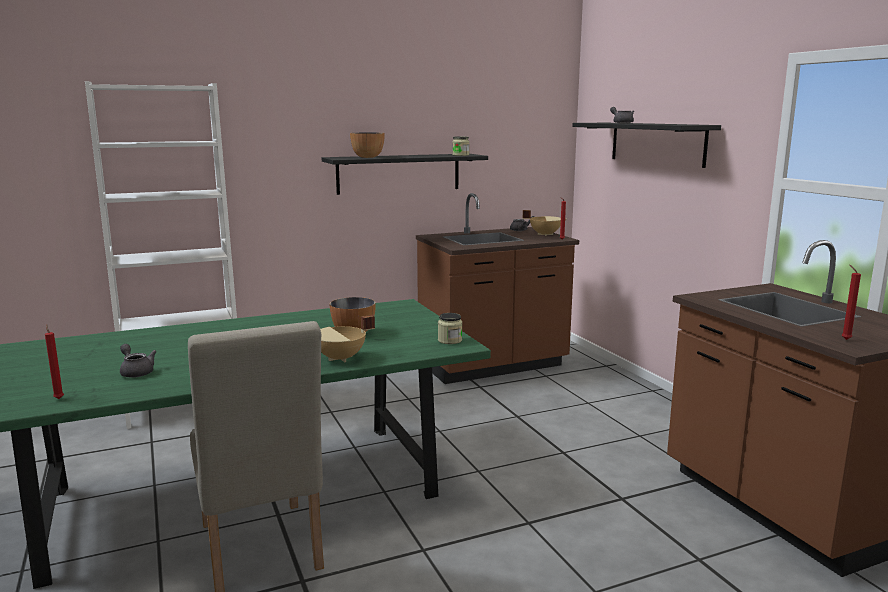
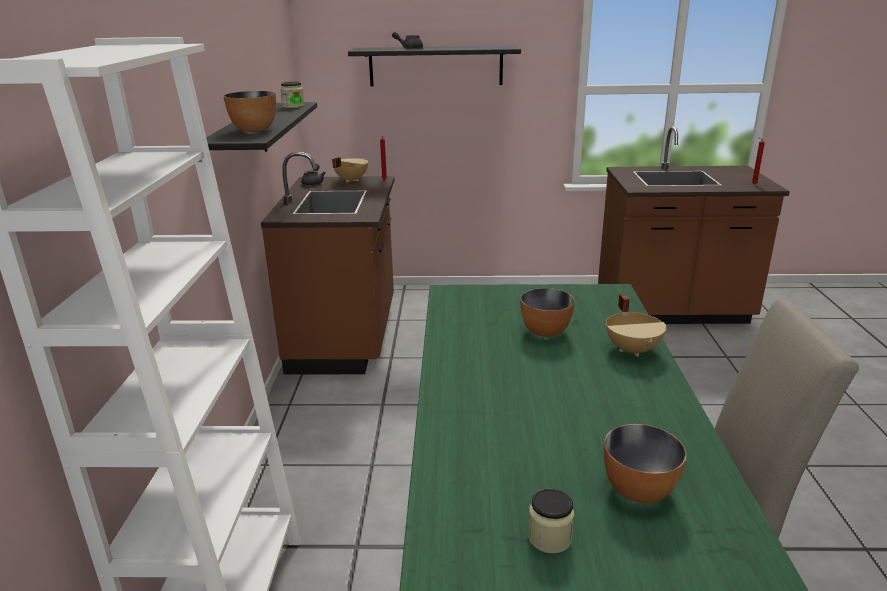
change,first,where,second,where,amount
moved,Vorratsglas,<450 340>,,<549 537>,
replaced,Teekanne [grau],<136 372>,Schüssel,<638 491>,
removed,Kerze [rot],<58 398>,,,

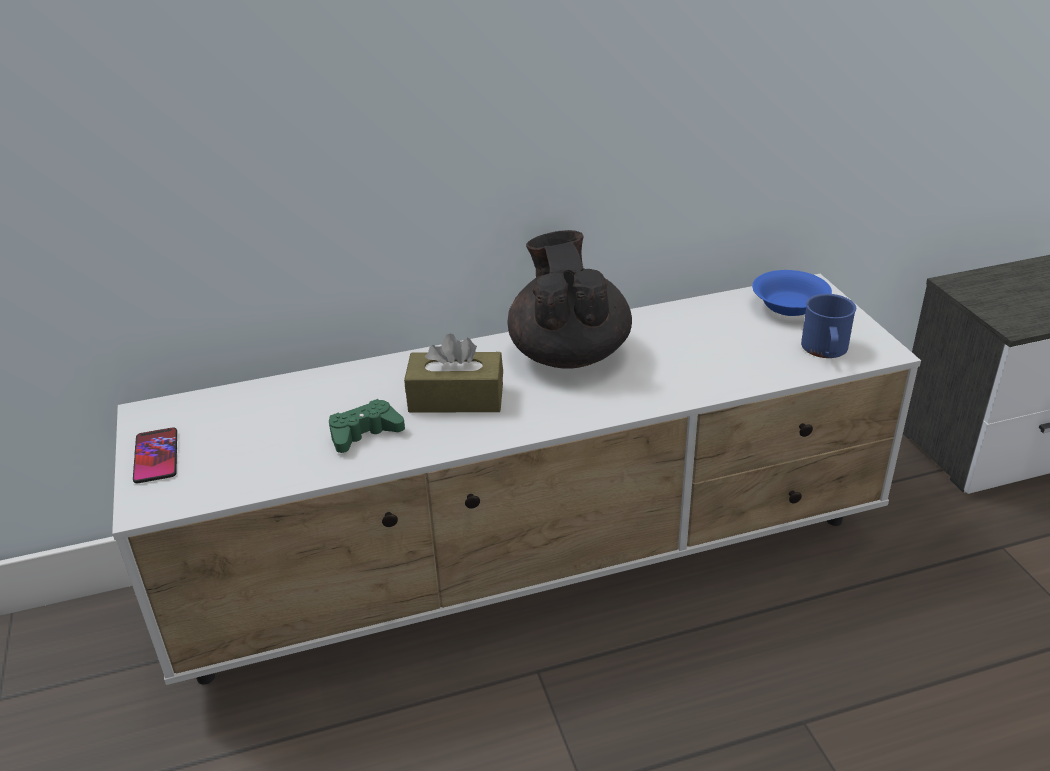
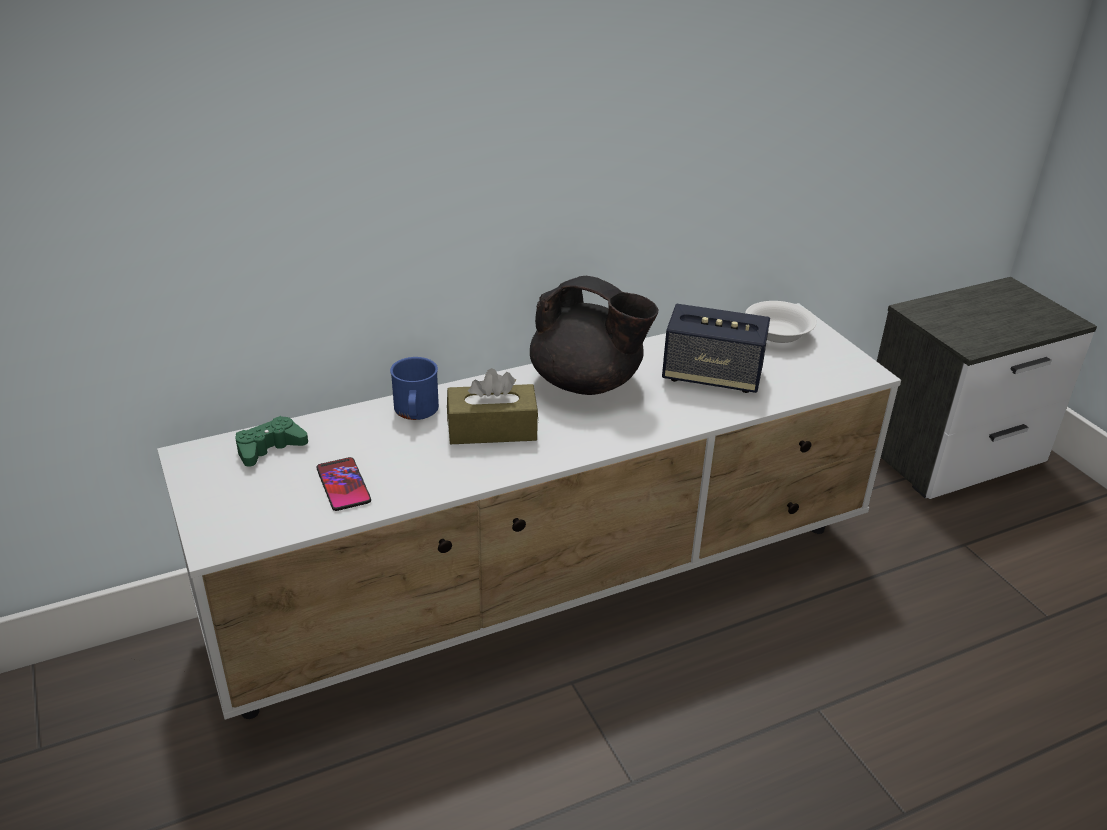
change,first,where,second,where,amount
moved,Gamepad [grün],<364 433>,,<269 448>,
moved,Handy,<156 456>,,<343 485>,
moved,Henkelbecher [blau],<825 350>,,<415 412>,
turned,Teekanne [schwarz],<568 353>,,<587 383>,135 degrees clockwise
added,,,Lautsprecher,<712 376>,
recoloured,Schüssel [blau],<788 307>,Schüssel [weiß],<777 335>,

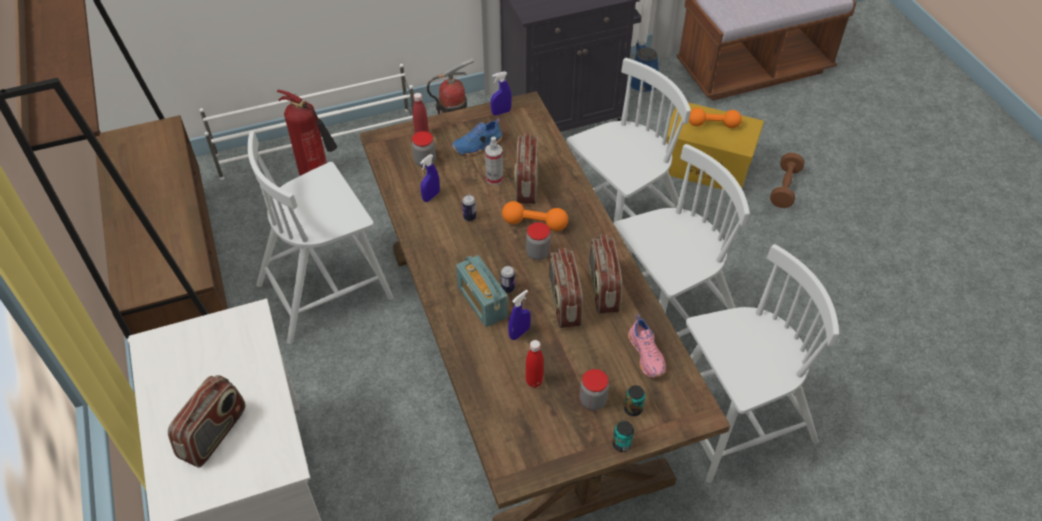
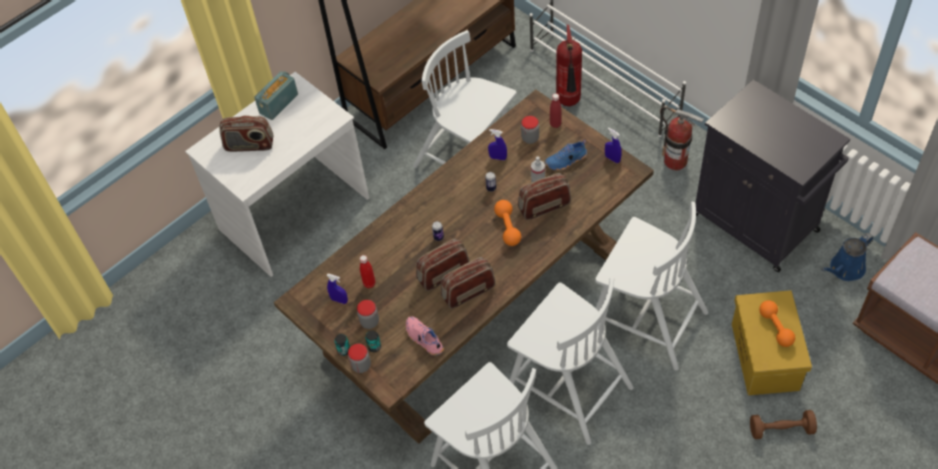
change,first,where,second,where,amount
moved,Radio,<482 302>,,<278 104>,
moved,Sprühflasche [blau],<519 333>,,<339 300>,
moved,Vorratsglas,<538 253>,,<361 365>,
turned,Schuh [rosa],<647 354>,,<423 339>,90 degrees clockwise
turned,Schuh [blau],<478 146>,,<566 161>,60 degrees counterclockwise

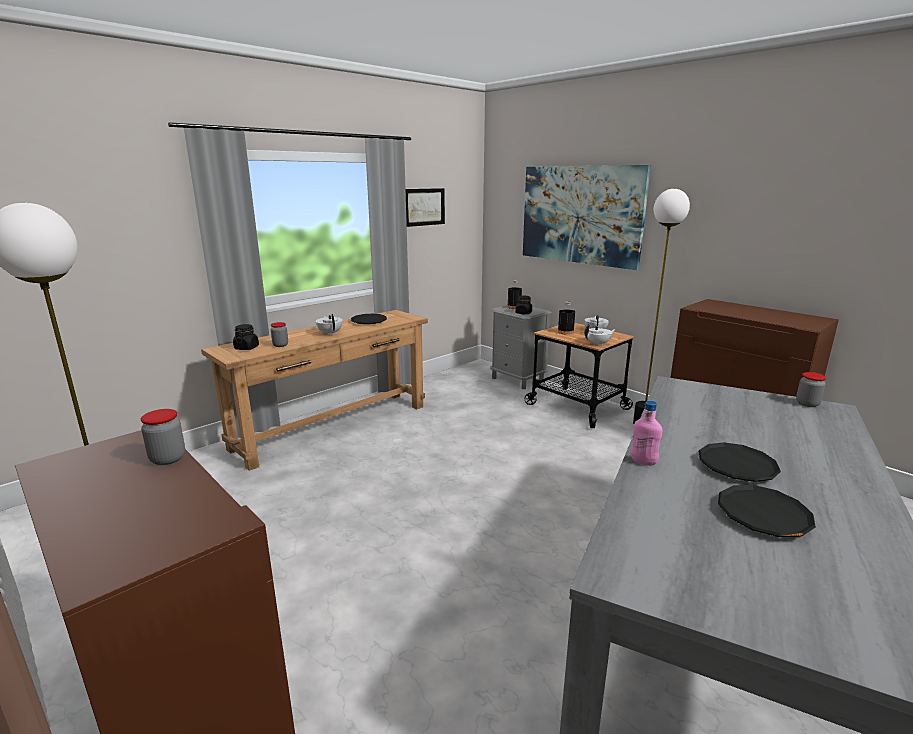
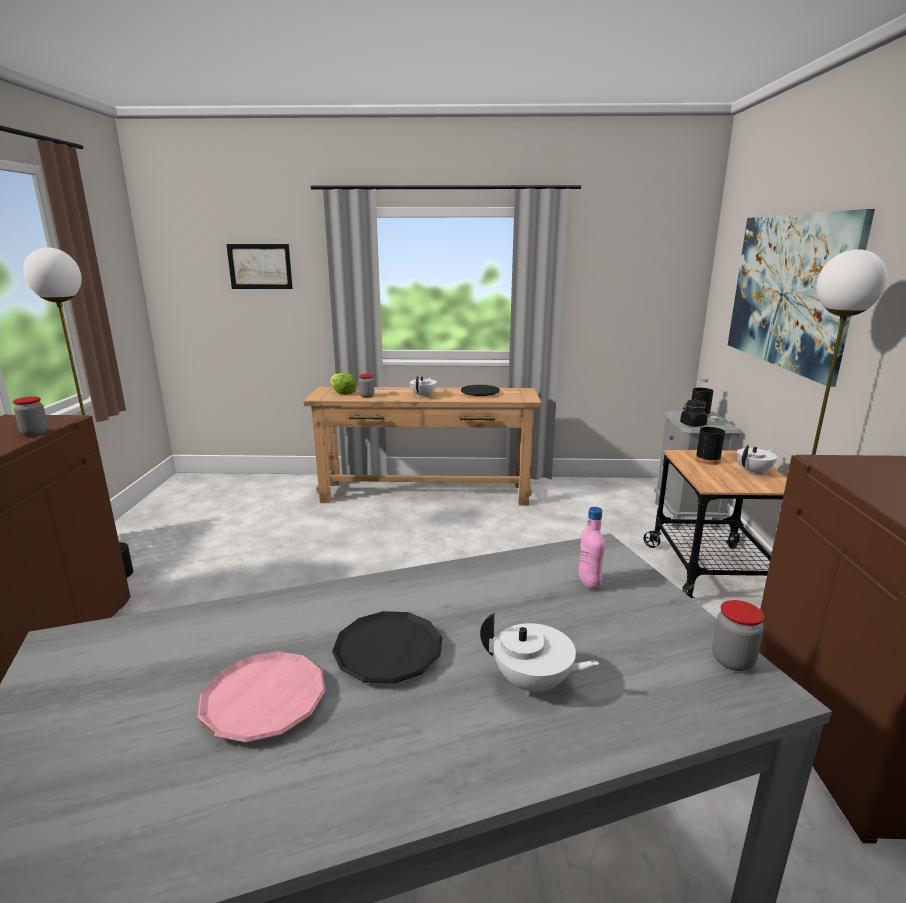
change,first,where,second,where,amount
recoloured,Teller [schwarz],<763 516>,Teller [rosa],<264 702>,
moved,Bild,<424 207>,,<260 266>,
replaced,Vorratsglas [schwarz],<246 348>,Salatkopf,<342 392>,
moved,Teekanne [weiß],<598 344>,,<533 683>,
moved,Flasche [rosa],<643 462>,,<589 583>,

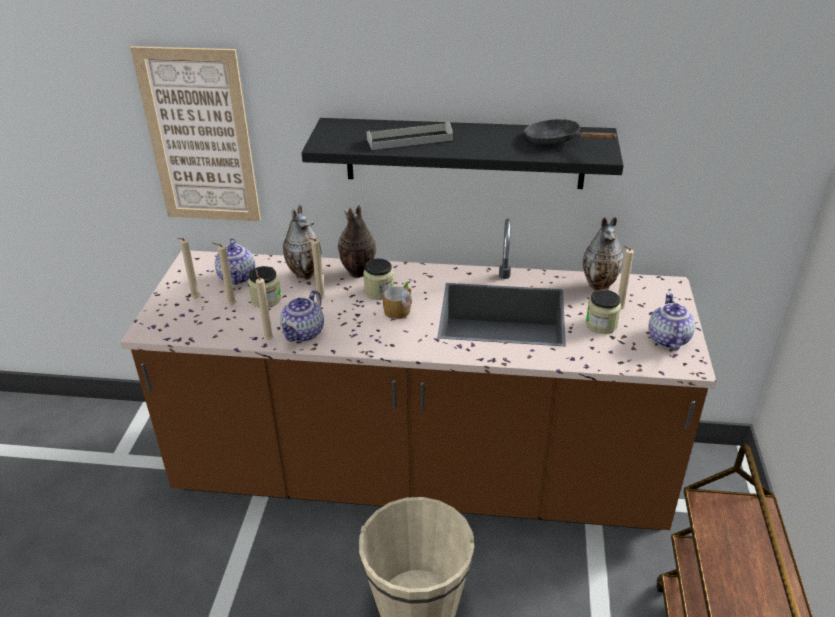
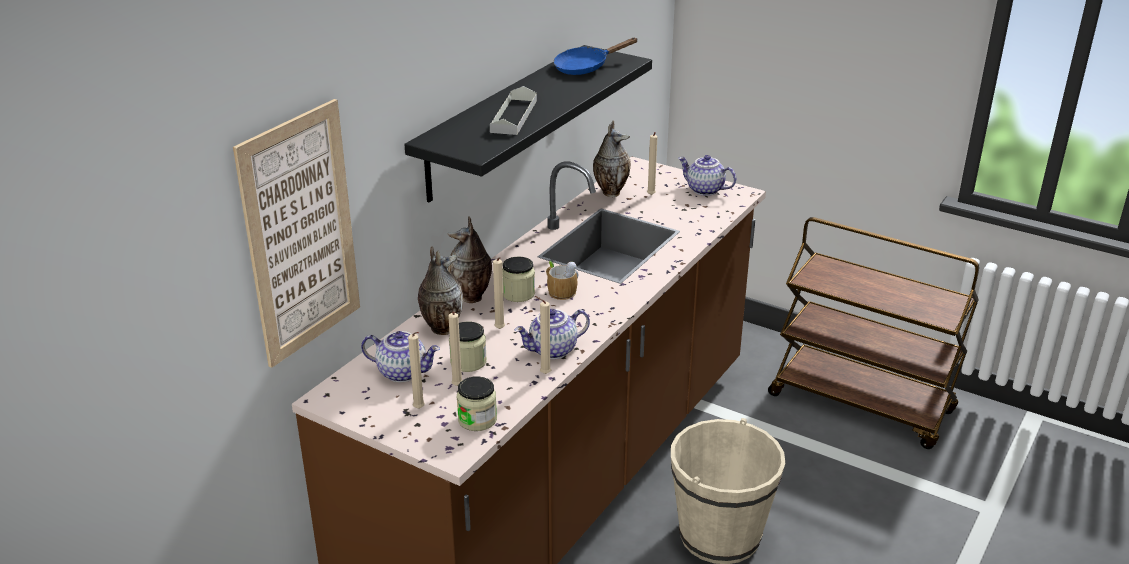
change,first,where,second,where,amount
moved,Vorratsglas,<601 324>,,<477 419>,
turned,Teekanne,<304 333>,,<553 351>,105 degrees clockwise
recoloured,Pfanne [schwarz],<557 141>,Pfanne [blau],<586 67>,

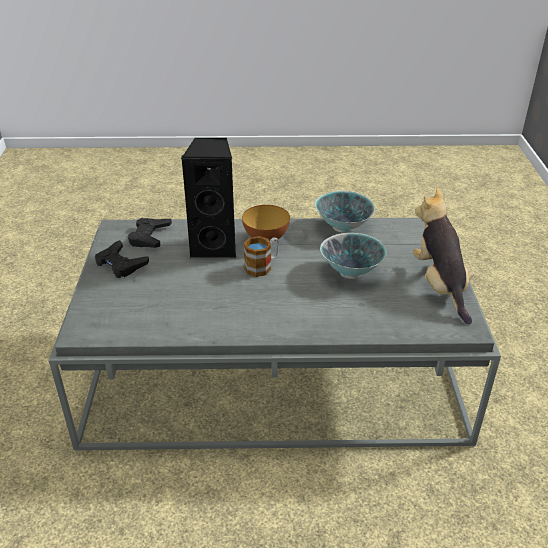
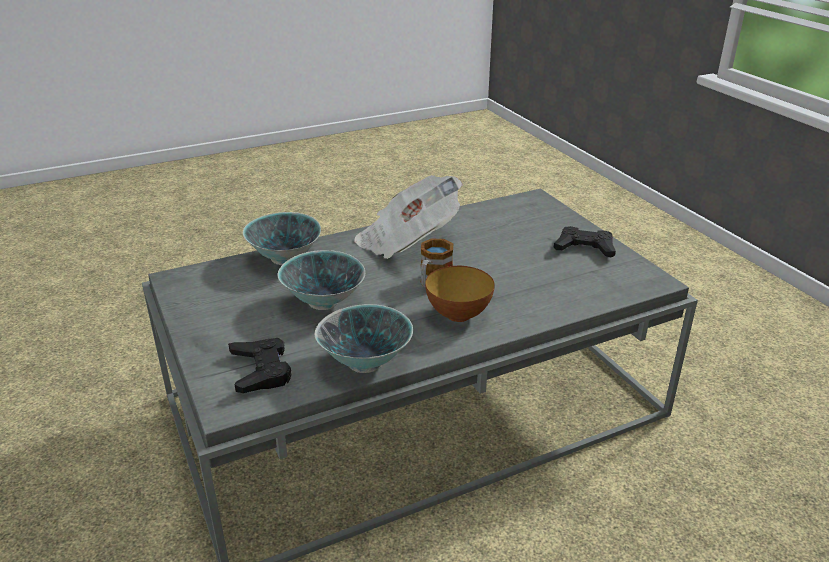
change,first,where,second,where,amount
moved,Gamepad [schwarz],<149 236>,,<261 370>,
added,,,Schüssel,<284 258>,
added,,,Zeitung,<407 241>,
removed,Lautsprecher [schwarz],<215 246>,,,
removed,Plüschtier,<439 285>,,,

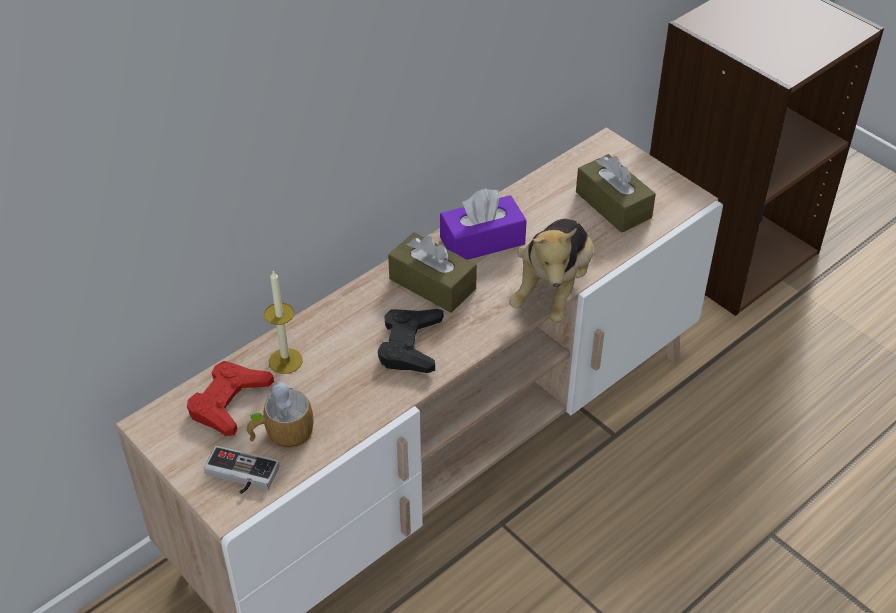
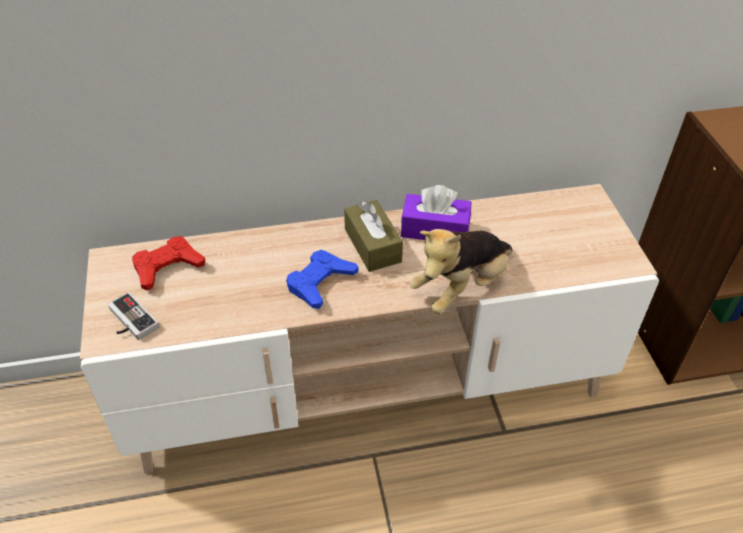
change,first,where,second,where,amount
recoloured,Gamepad [schwarz],<410 345>,Gamepad [blau],<320 282>,
removed,Henkelbecher,<281 433>,,,
removed,Kerze,<285 361>,,,
removed,Taschentuchbox [braun],<613 205>,,,

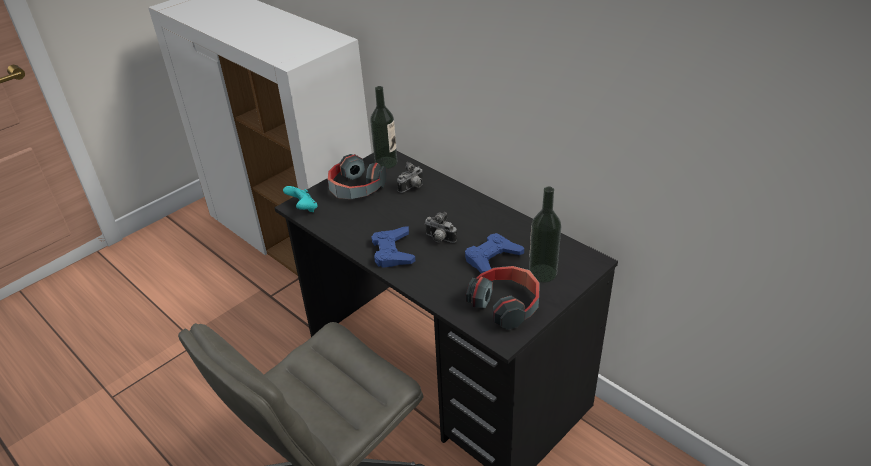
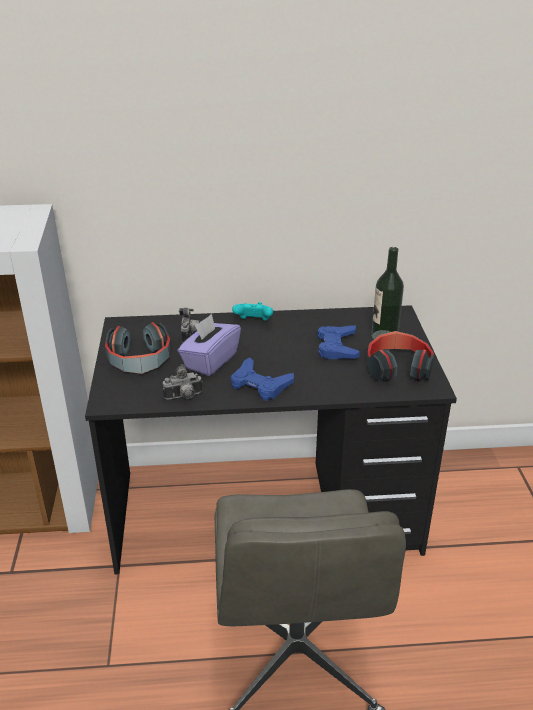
change,first,where,second,where,amount
moved,Kamera,<439 239>,,<184 397>,
added,,,Taschentuchbox [lila],<210 361>,
moved,Gamepad [türkis],<303 208>,,<253 322>,
removed,Flasche,<386 162>,,,

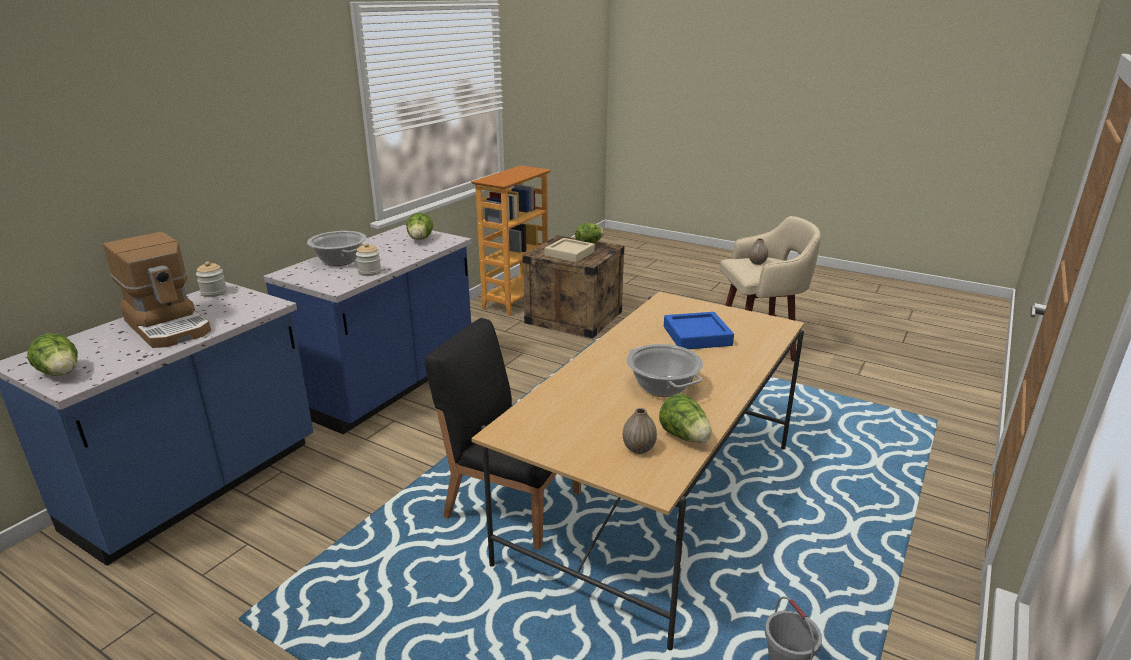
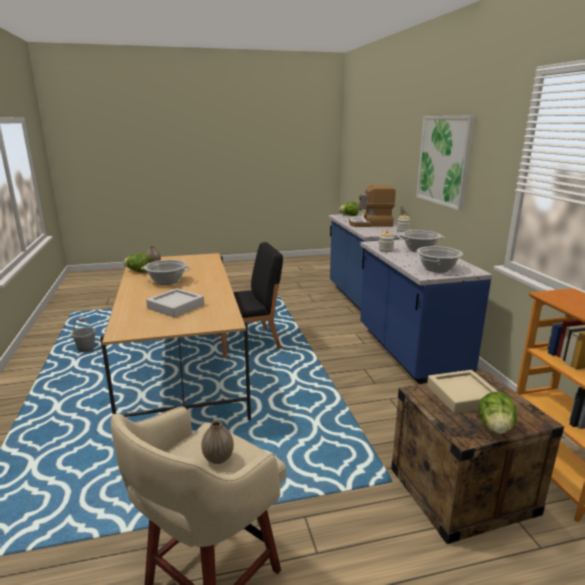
change,first,where,second,where,amount
recoloured,Tablett [blau],<697 336>,Tablett [grau],<176 306>,
added,,,Bild,<444 160>,
replaced,Salatkopf,<420 240>,Kochtopf,<437 269>,

